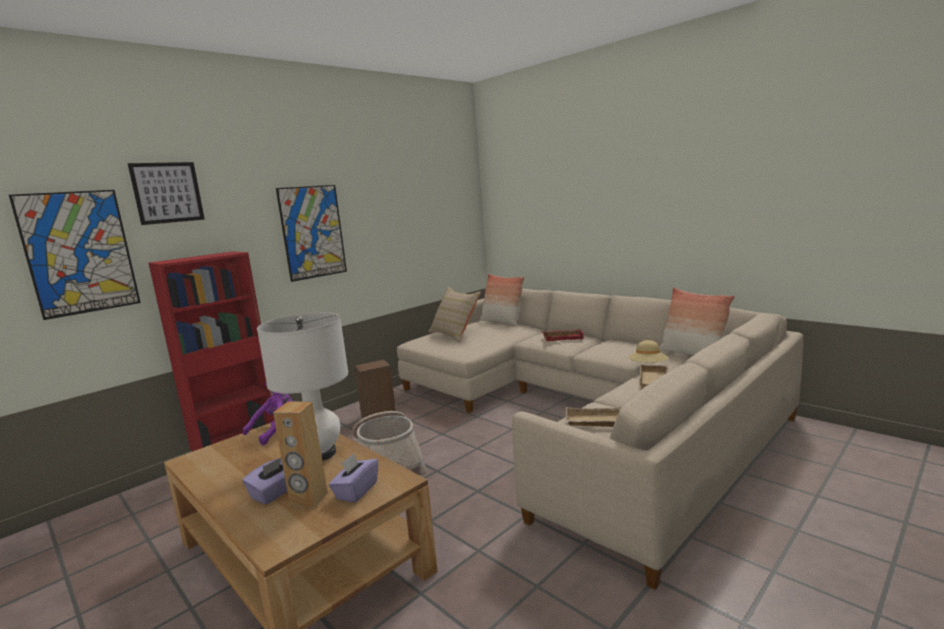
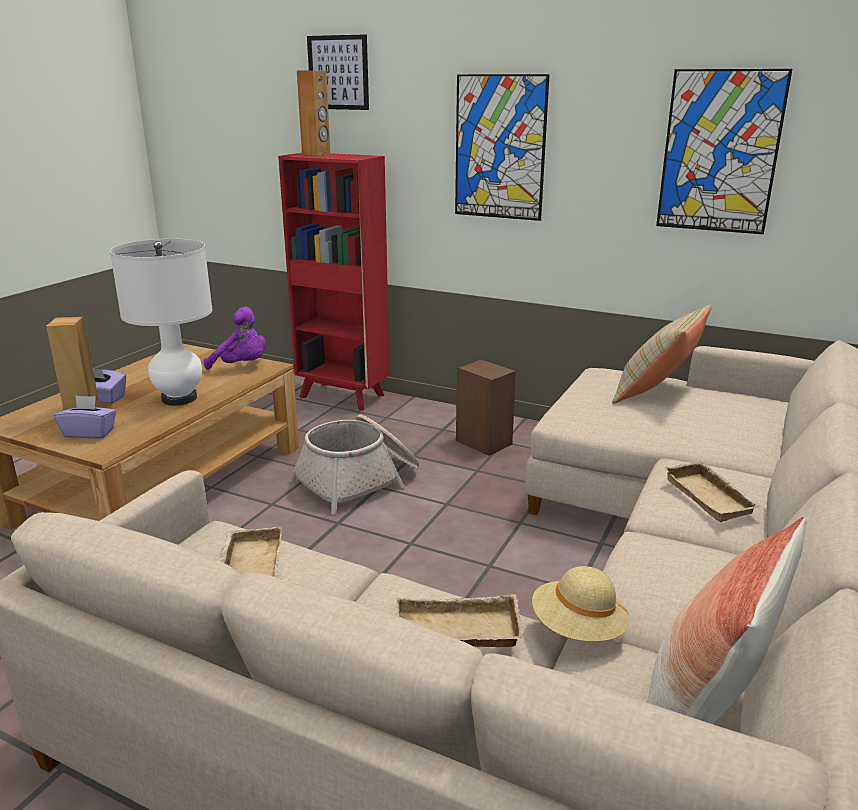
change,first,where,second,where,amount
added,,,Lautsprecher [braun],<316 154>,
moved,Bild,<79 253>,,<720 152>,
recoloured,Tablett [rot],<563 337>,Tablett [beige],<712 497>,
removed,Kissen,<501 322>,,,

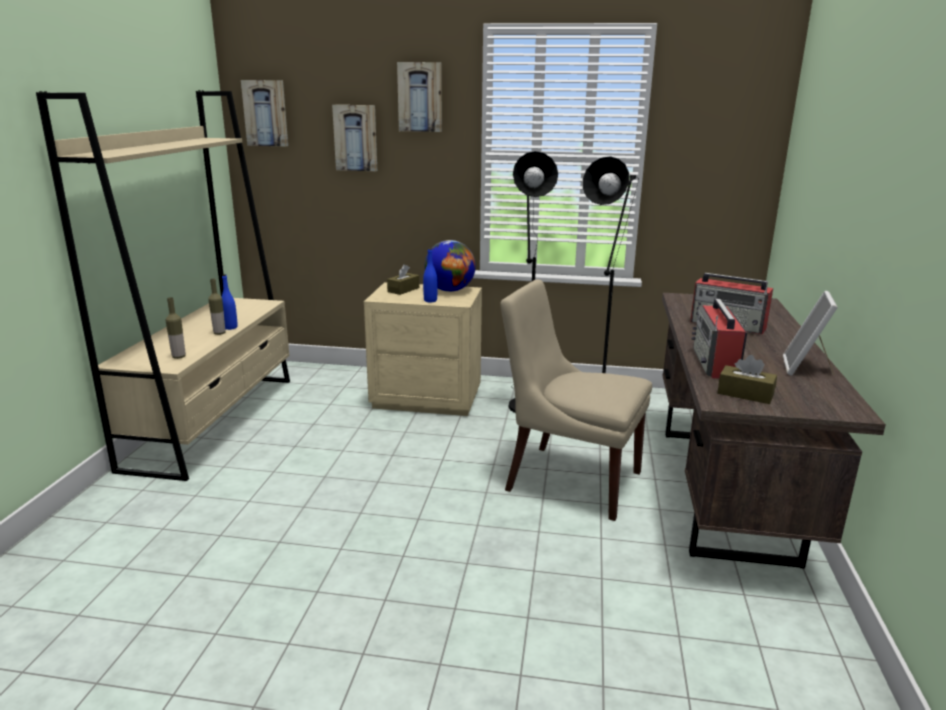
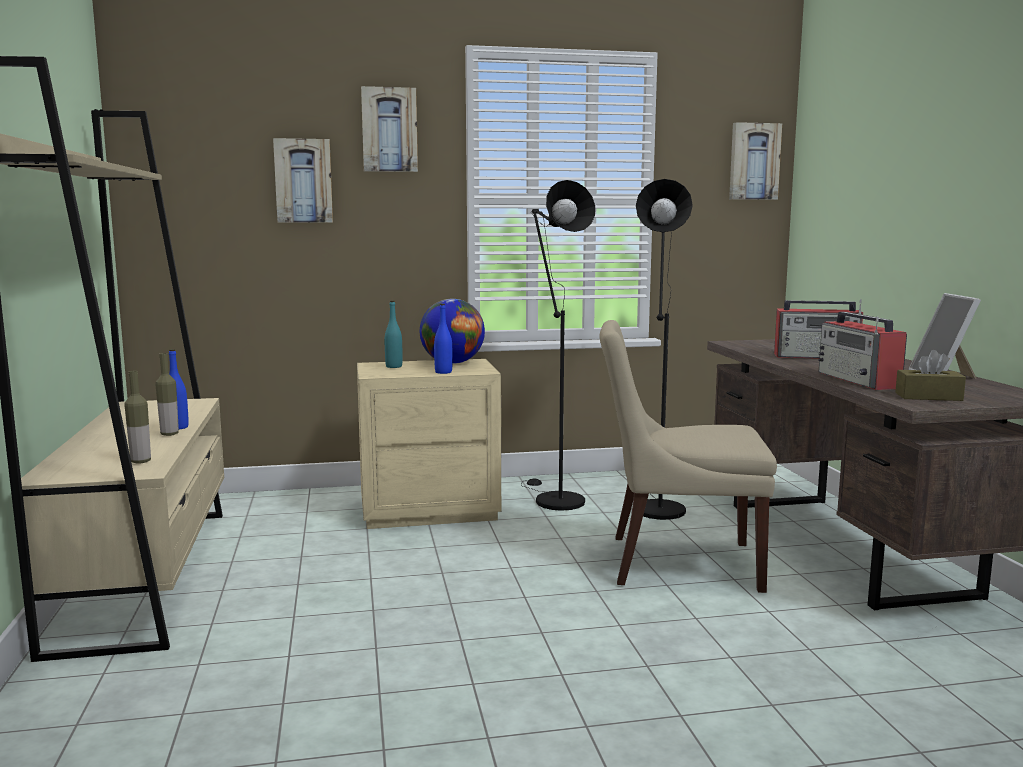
change,first,where,second,where,amount
replaced,Taschentuchbox [braun],<403 290>,Flasche [türkis],<394 366>,
moved,Bild,<266 113>,,<753 161>,

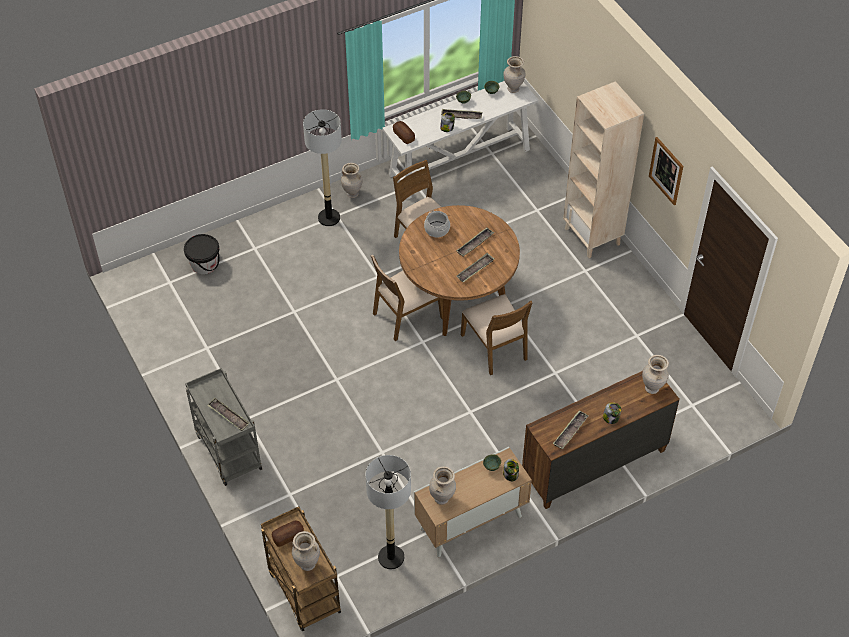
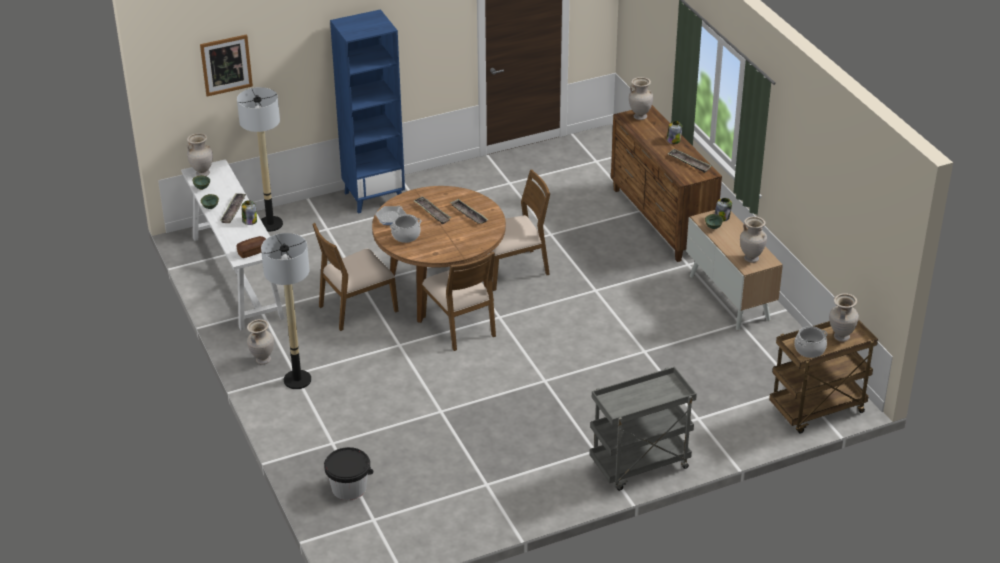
change,first,where,second,where,amount
moved,Bild,<666 171>,,<226 65>,
moved,Stehlampe,<391 557>,,<270 224>,
recoloured,Bücherregal [beige],<592 236>,Bücherregal [blau],<374 197>,
added,,,Pfanne,<391 218>,
replaced,Brot,<288 536>,Kochtopf,<809 349>,
removed,Tablett,<228 416>,,,

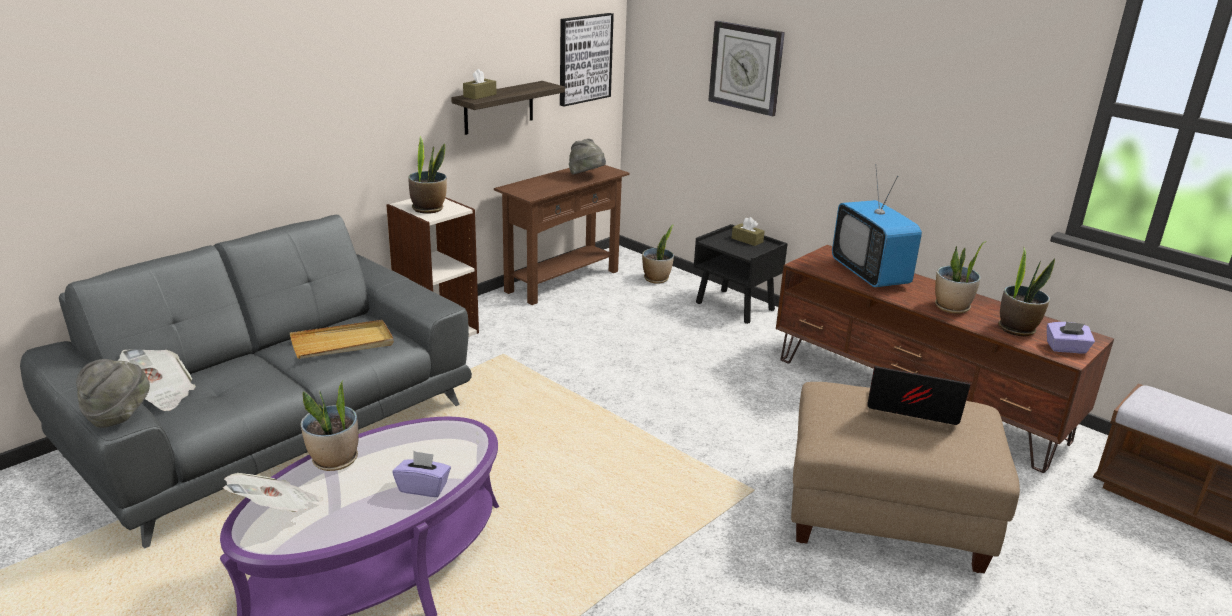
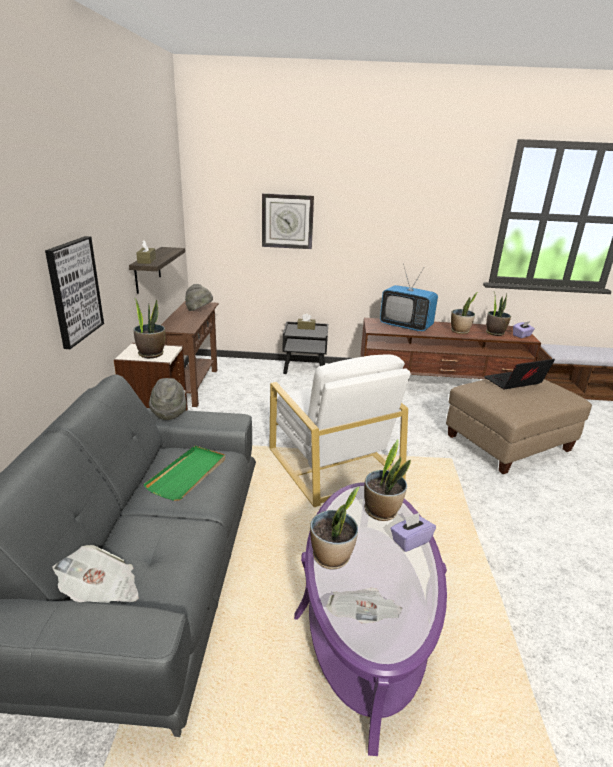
change,first,where,second,where,amount
moved,Bild,<584 58>,,<74 291>,
recoloured,Tablett [beige],<343 343>,Tablett [grün],<188 474>,
moved,Hut [grau],<118 415>,,<169 412>,
added,,,Sessel [weiß],<333 463>,
moved,Topfpflanze,<656 279>,,<381 511>,

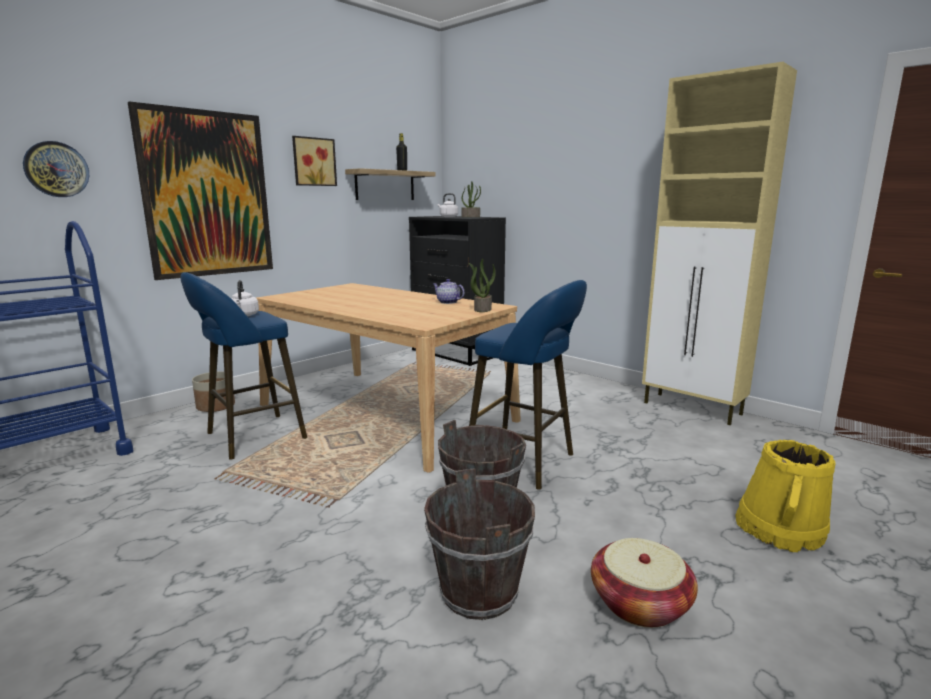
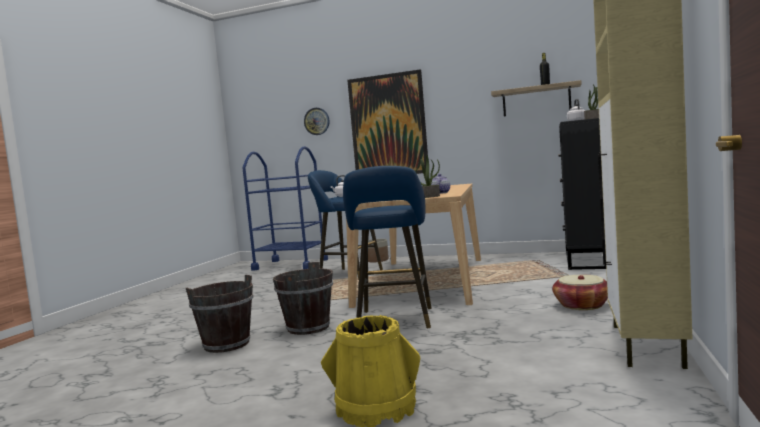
change,first,where,second,where,amount
moved,Korb,<639 603>,,<582 305>,
removed,Bild,<313 162>,,,

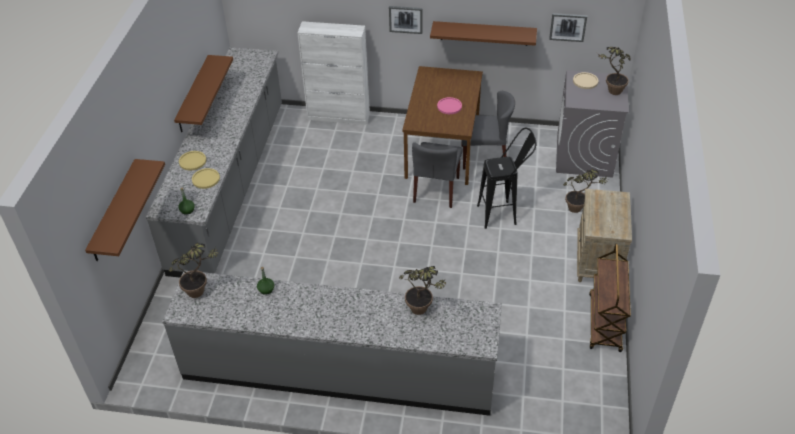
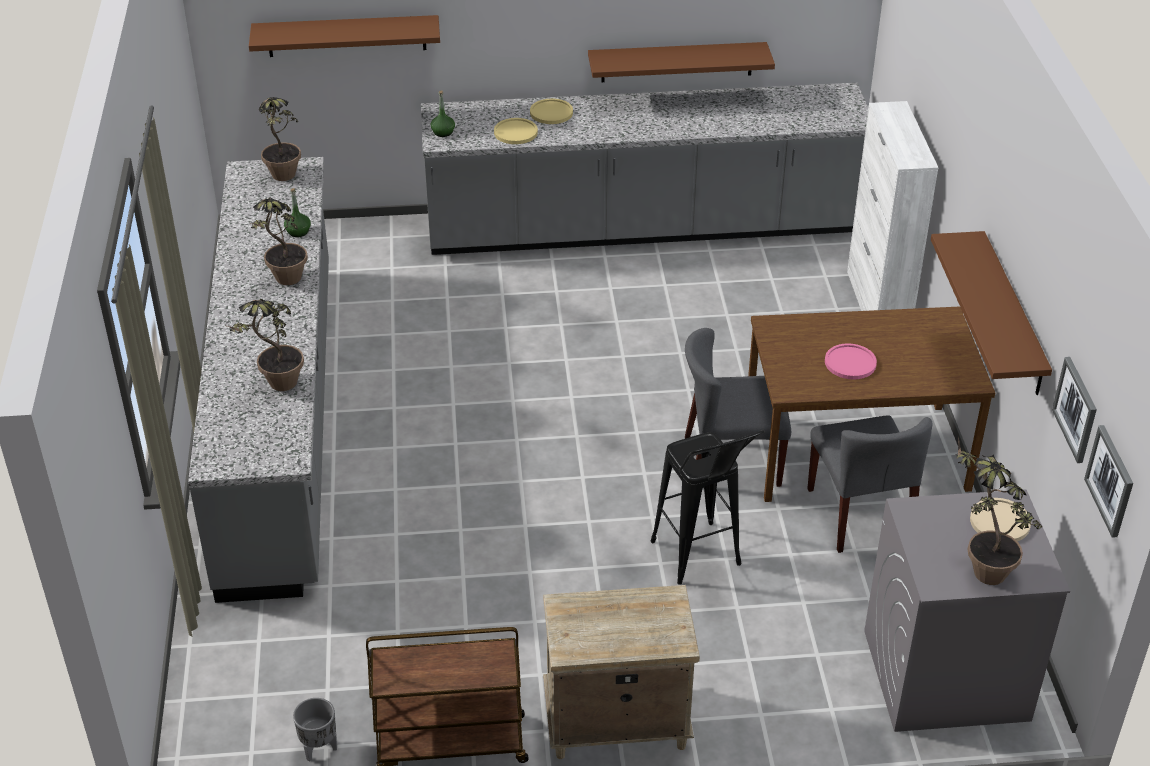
change,first,where,second,where,amount
moved,Topfpflanze,<579 210>,,<284 283>,
added,,,Pflanzkübel [grau],<319 748>,
moved,Bild,<405 19>,,<1110 480>,

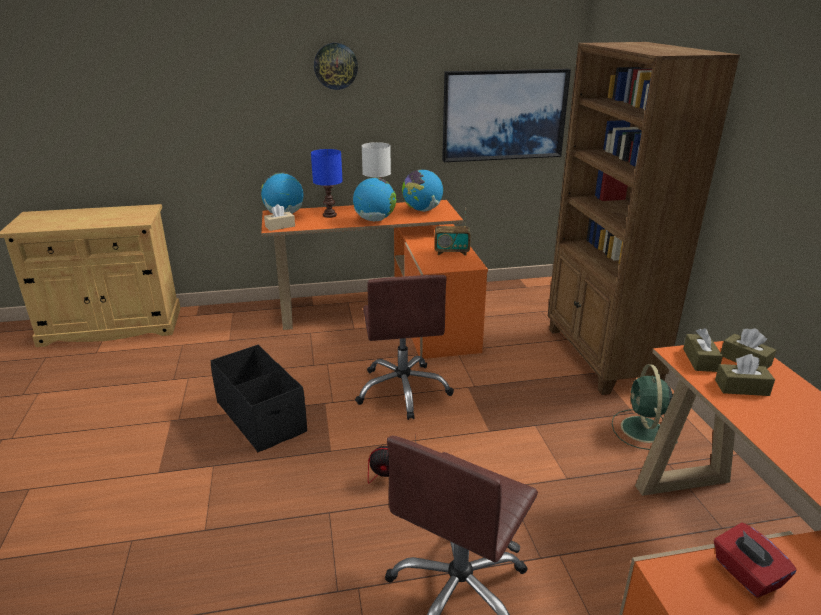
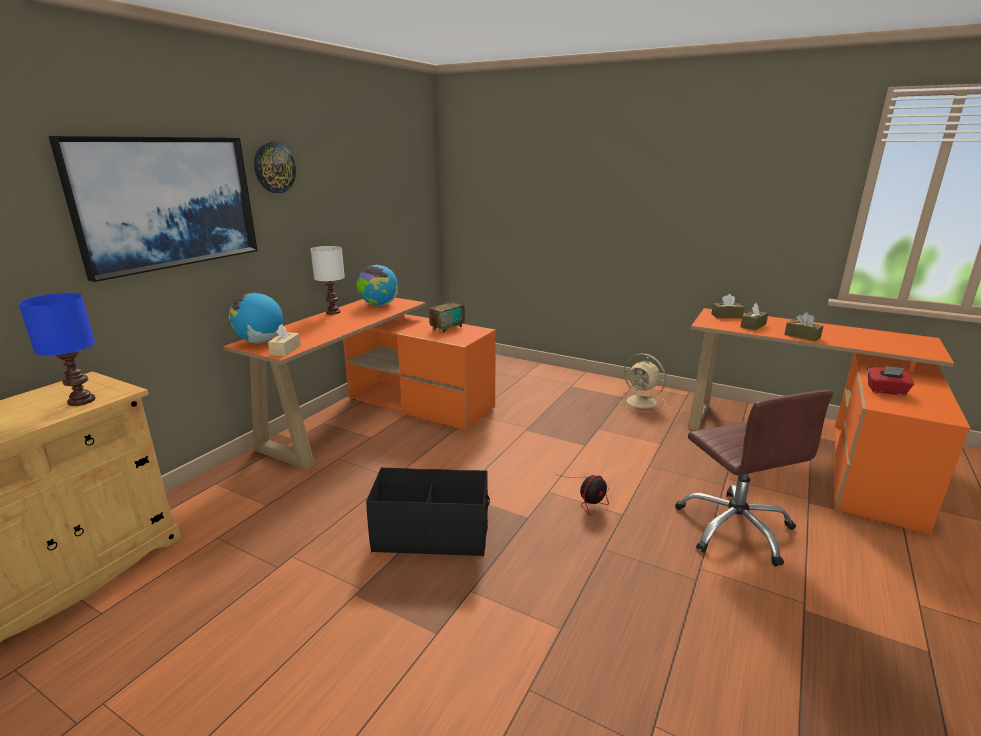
change,first,where,second,where,amount
moved,Tischlampe [blau],<329 215>,,<80 401>,
moved,Bild,<504 115>,,<167 202>,
recoloured,Ventilator [grün],<643 430>,Ventilator [beige],<642 402>,
moved,Taschentuchbox [braun],<700 360>,,<802 336>,
removed,Globus,<375 220>,,,
removed,Bürostuhl [braun],<403 390>,,,
removed,Bücherregal [braun],<600 357>,,,

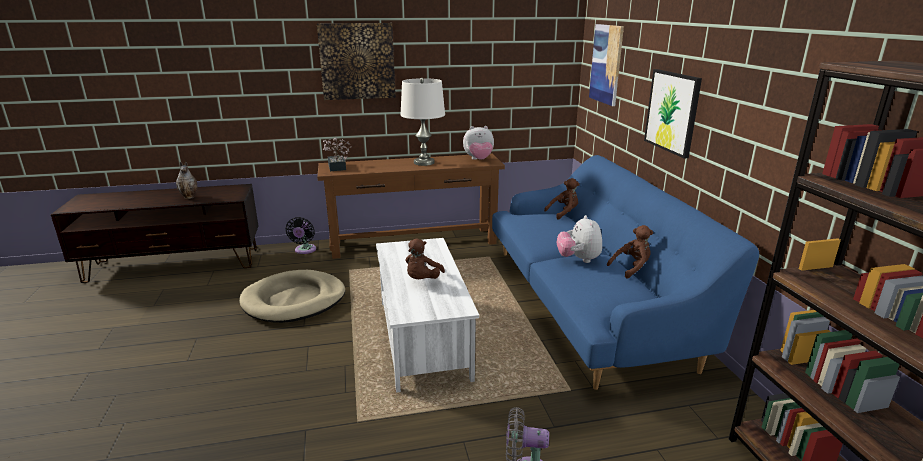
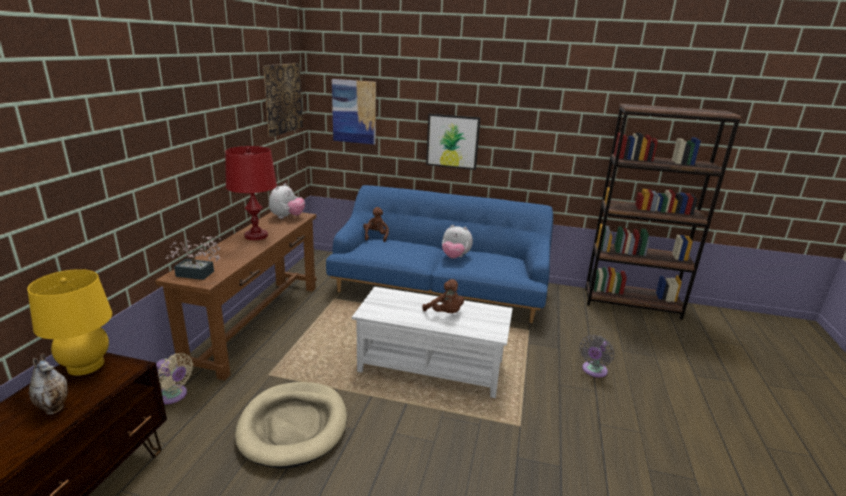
change,first,where,second,where,amount
added,,,Tischlampe [gelb],<86 365>,
recoloured,Ventilator [schwarz],<304 250>,Ventilator [beige],<174 396>,
recoloured,Tischlampe [weiß],<424 162>,Tischlampe [rot],<256 236>,
moved,Bild,<357 61>,,<283 98>,
removed,Plüschtier [braun],<631 268>,,,

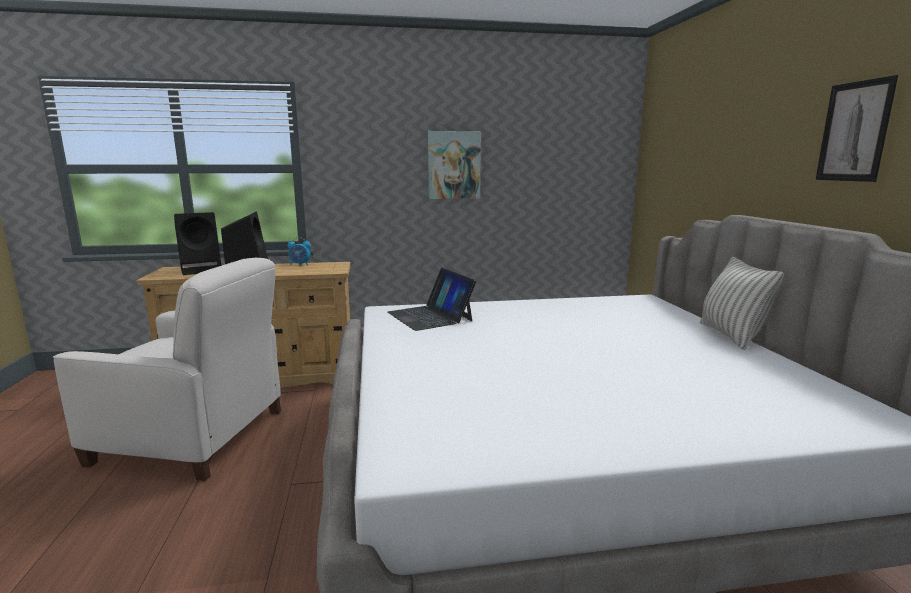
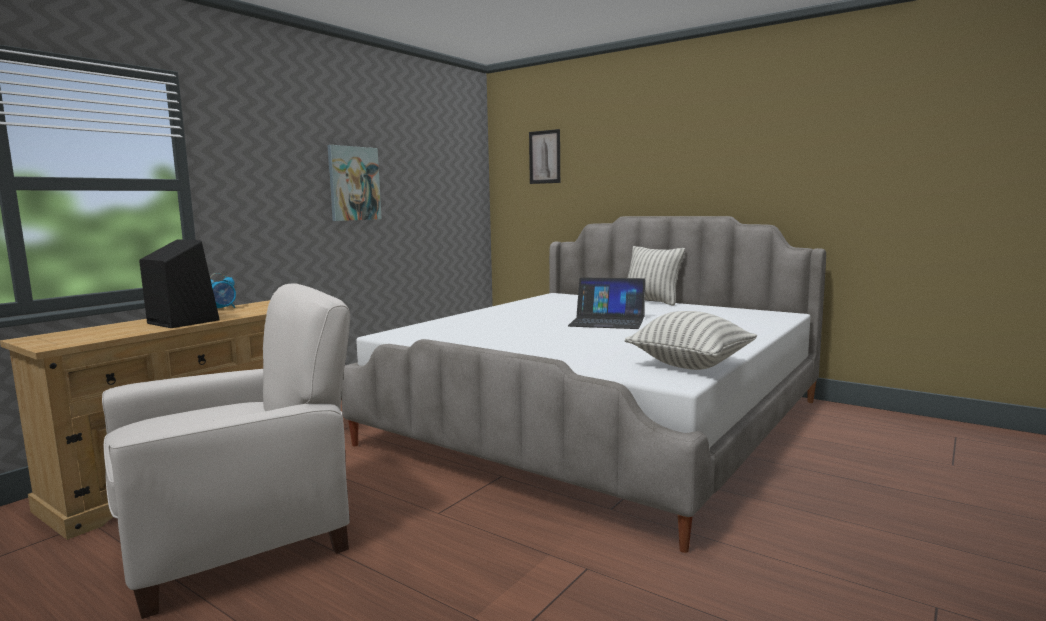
change,first,where,second,where,amount
moved,Bild,<854 131>,,<545 157>,
moved,Laptop,<430 316>,,<607 321>,
added,,,Kissen,<690 365>,
removed,Lautsprecher [schwarz],<202 270>,,,

